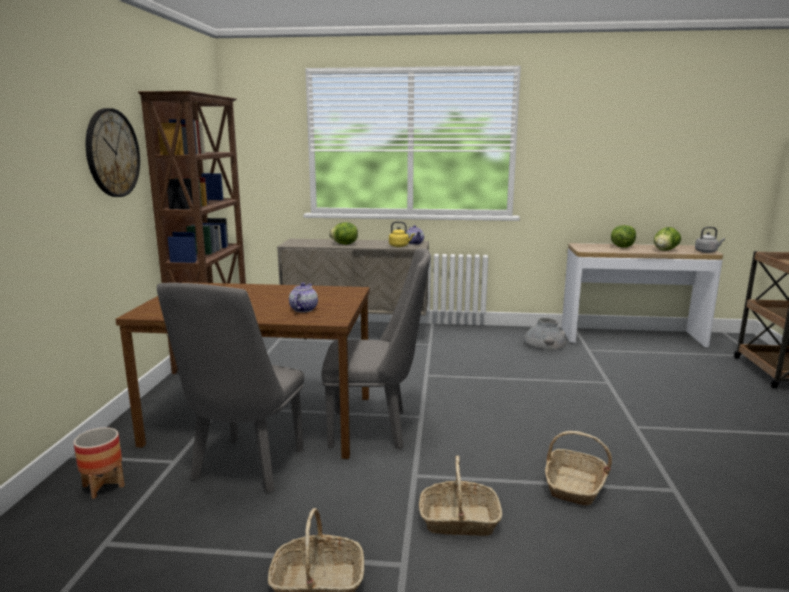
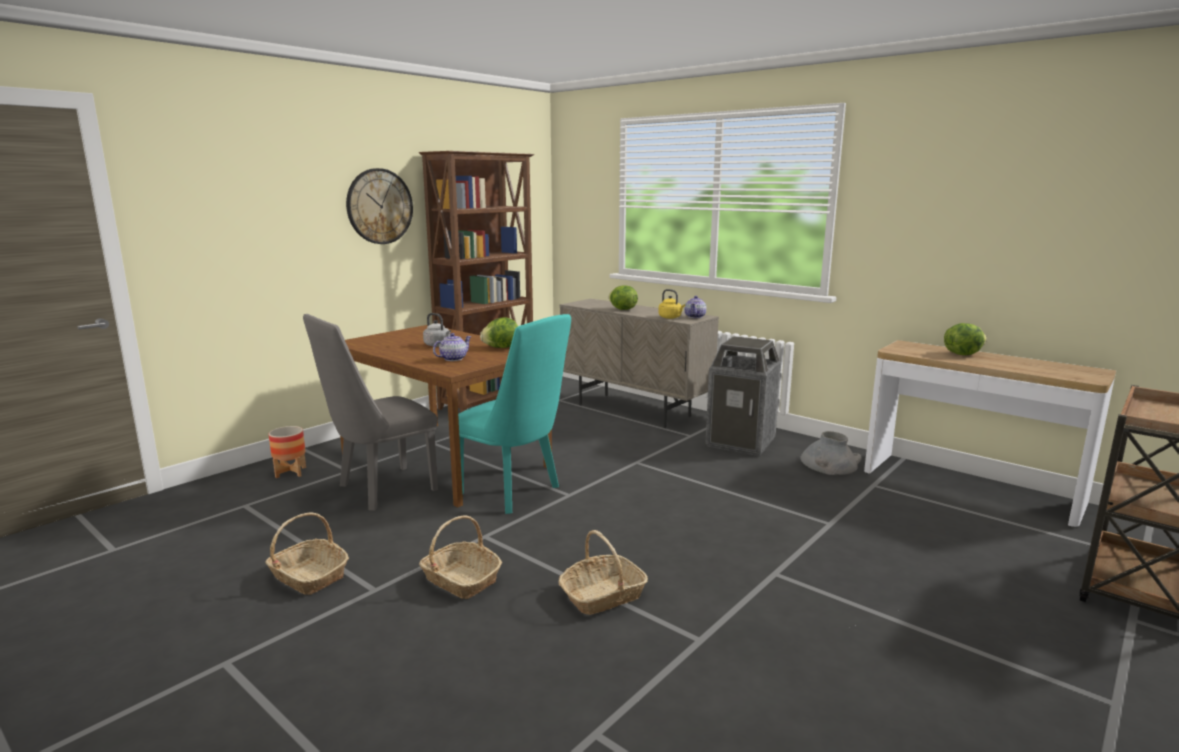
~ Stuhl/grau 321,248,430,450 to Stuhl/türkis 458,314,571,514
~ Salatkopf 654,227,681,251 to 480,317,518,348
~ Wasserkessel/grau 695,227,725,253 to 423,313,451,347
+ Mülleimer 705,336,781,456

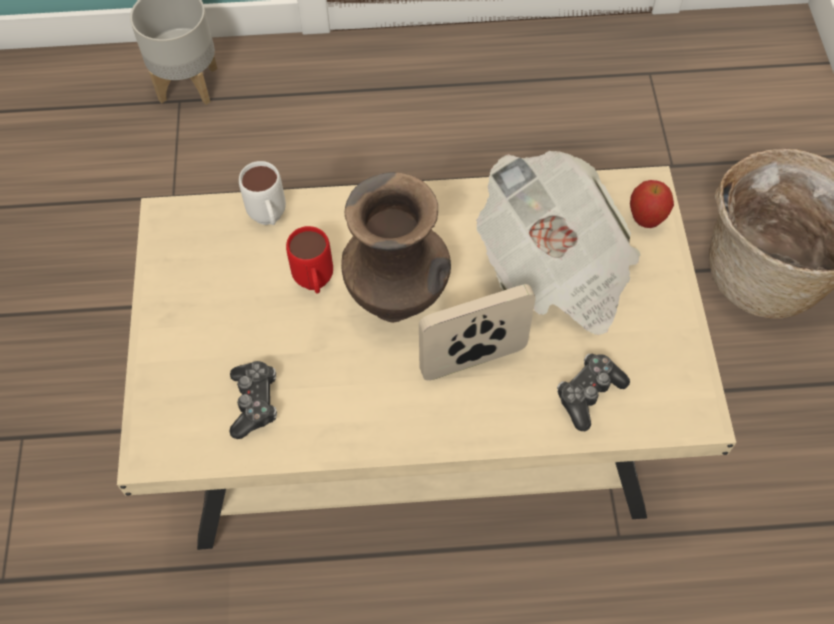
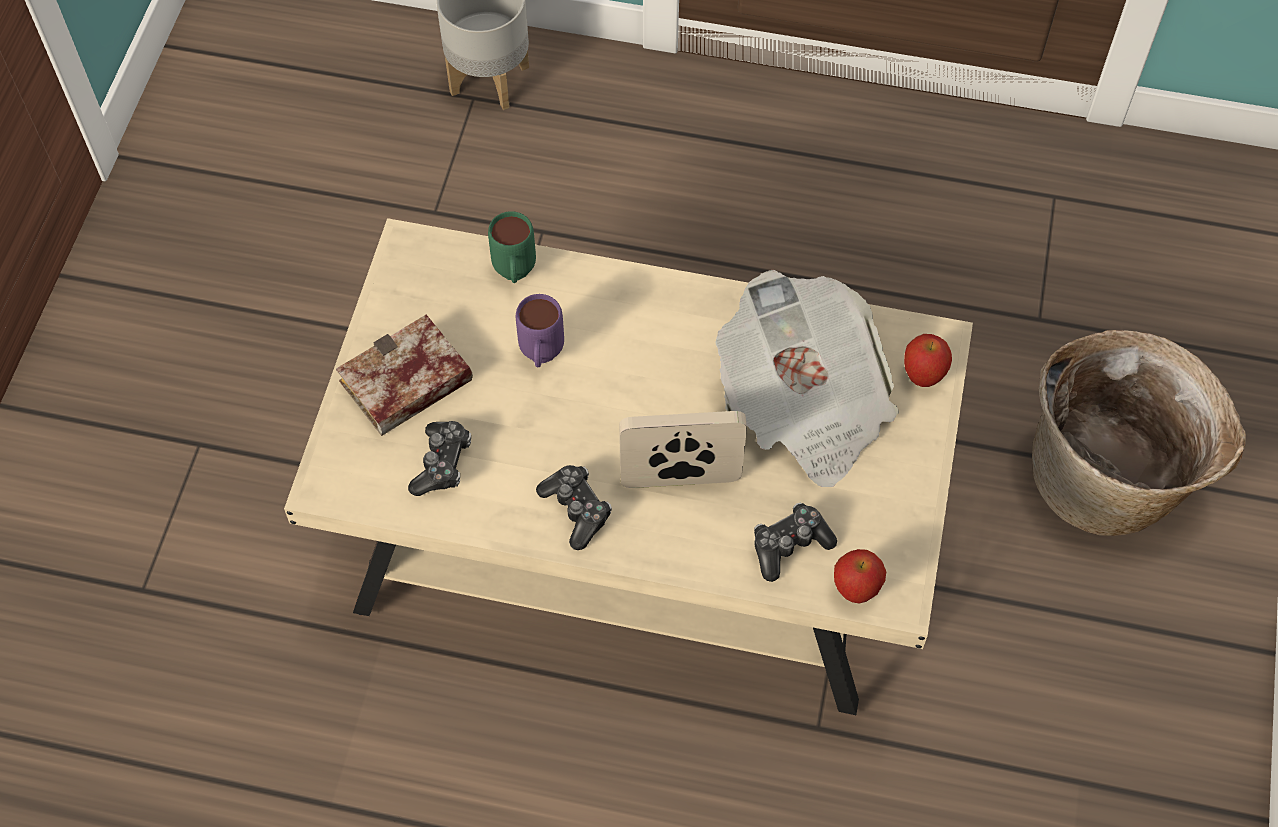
~ Henkelbecher/weiß 239,161,286,225 to Henkelbecher/grün 488,211,536,283
~ Henkelbecher/rot 286,226,333,294 to Henkelbecher/lila 516,294,564,368
- Vase/braun 341,172,451,323
+ Buch 336,315,473,436
+ Gamepad 536,465,612,550
+ Apfel 834,549,886,603

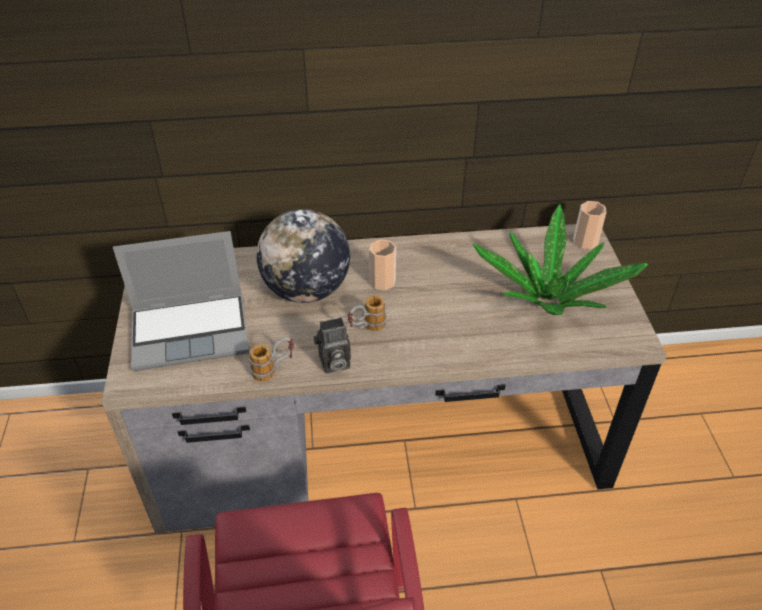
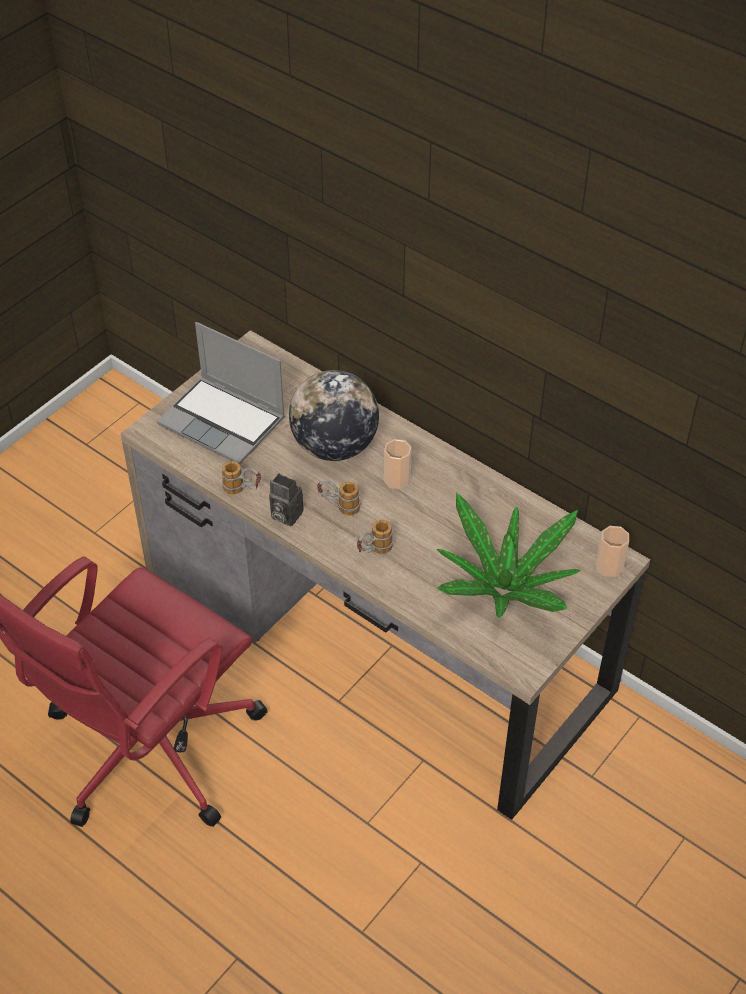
+ Henkelbecher 357,520,393,554

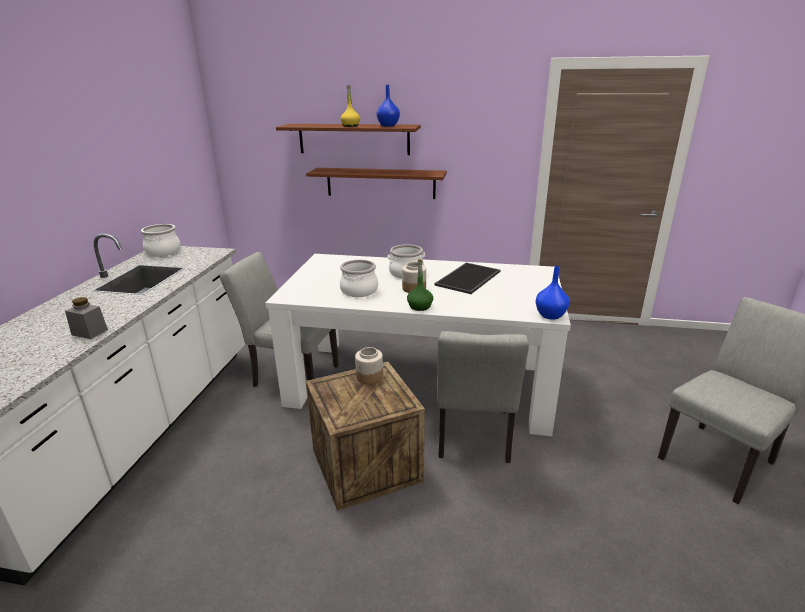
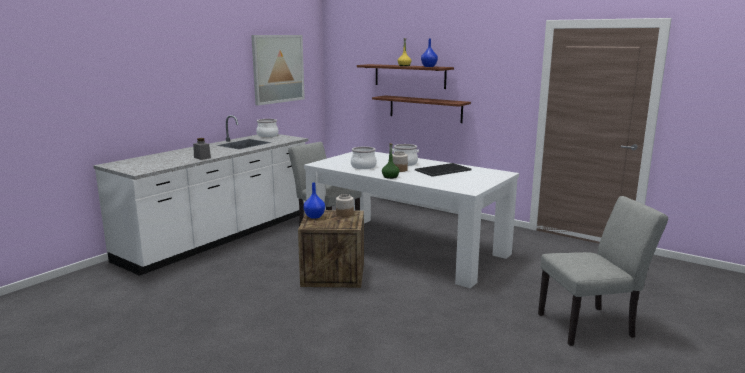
- Stuhl/grau 437,331,529,463
~ Vase/blau 536,266,570,320 to 303,183,325,219
+ Bild 251,35,305,106

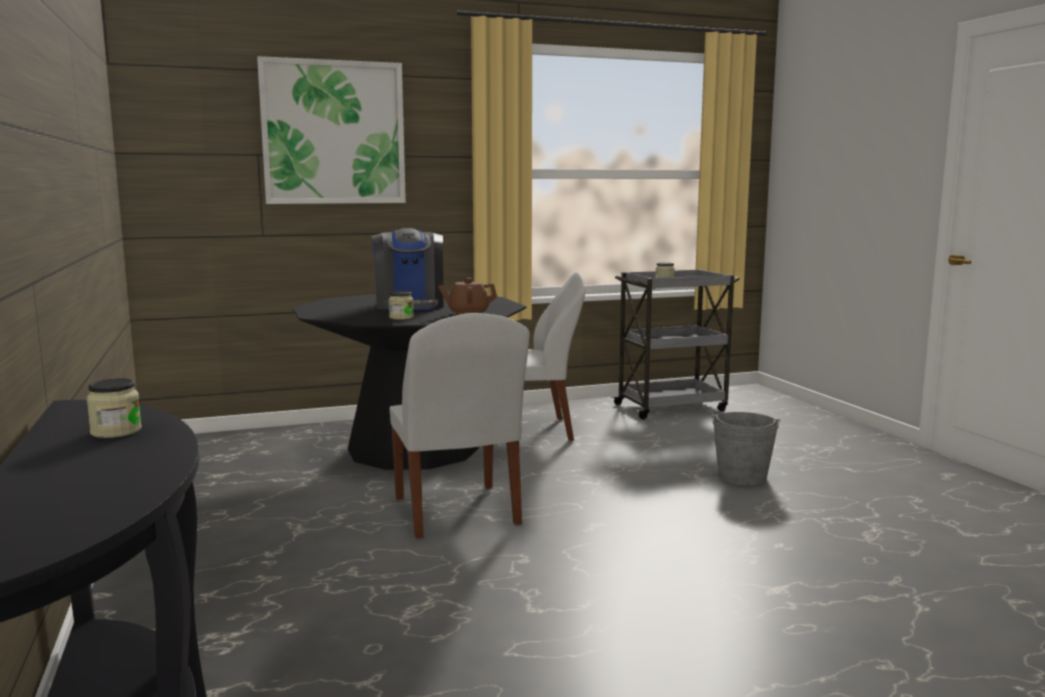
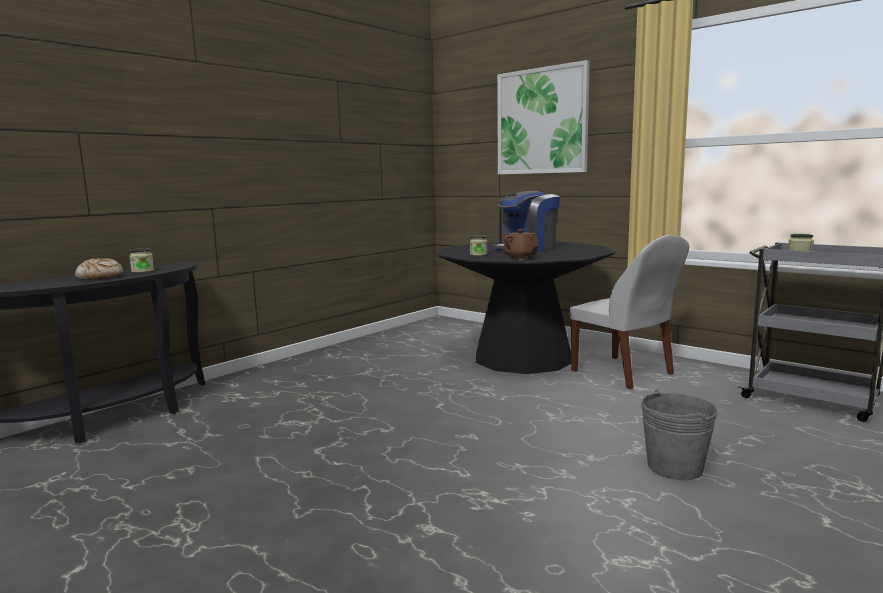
- Stuhl/weiß 389,313,530,539
+ Brot 75,258,123,280

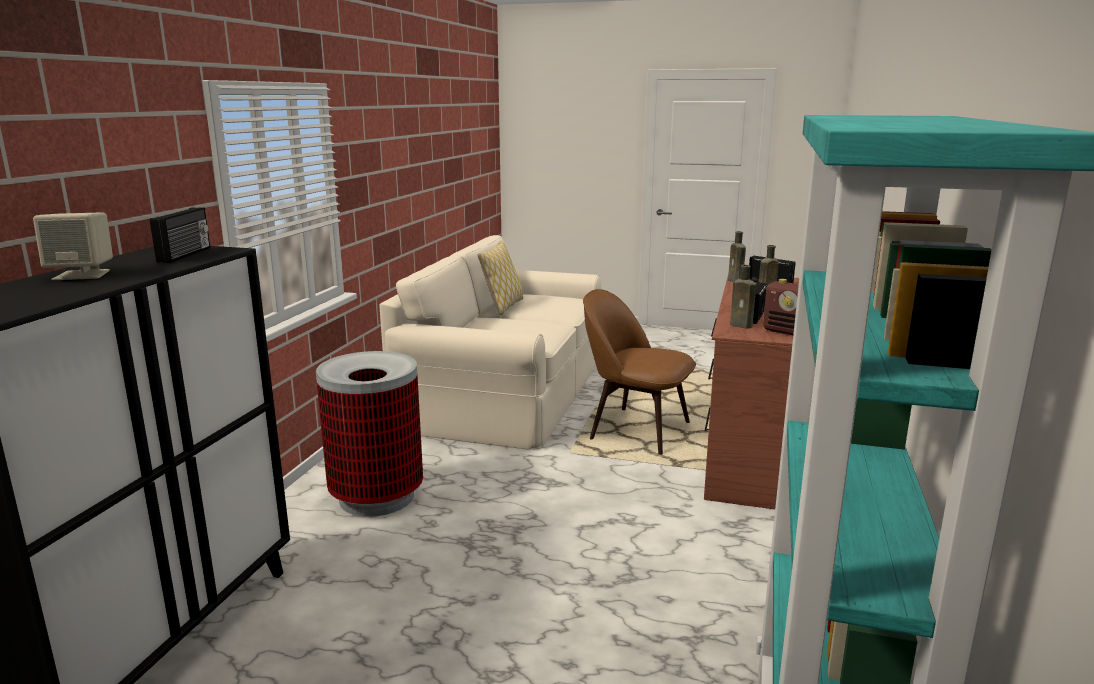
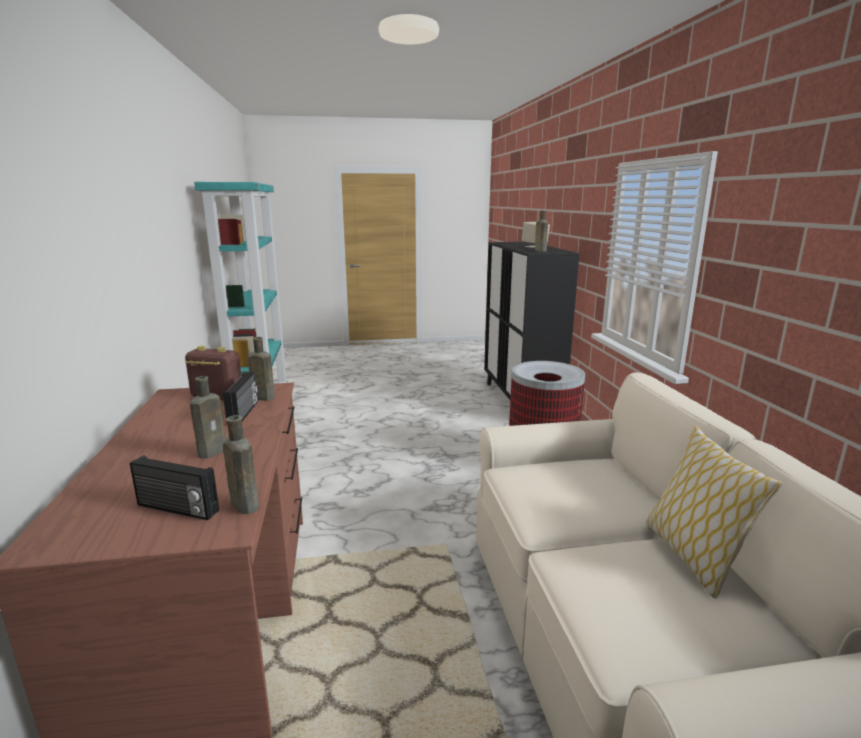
~ Radio 150,207,210,263 to Flasche/braun 535,210,548,252
- Stuhl/braun 583,289,696,455

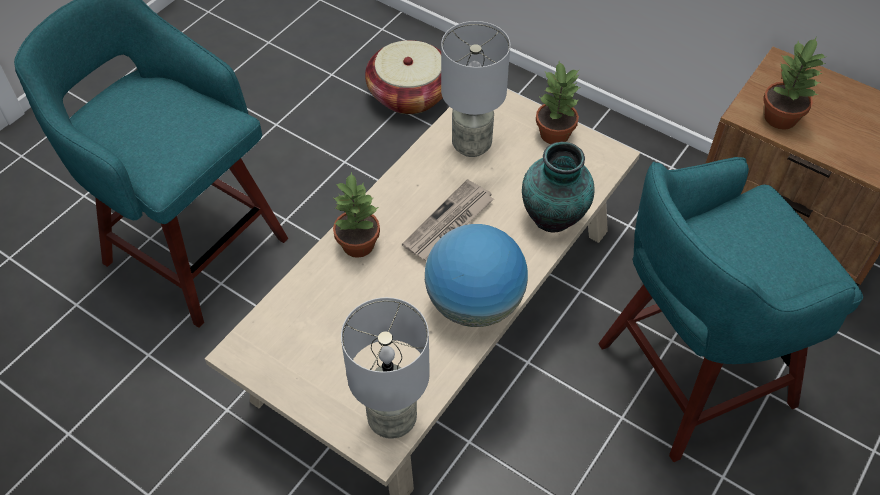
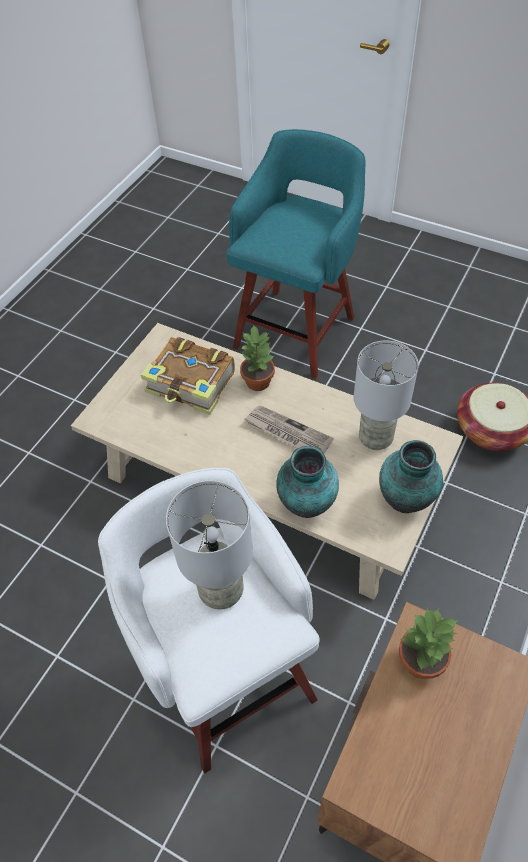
~ Tischlampe/grau 341,297,430,439 to 166,480,253,610
- Globus 425,224,528,327
~ Topfpflanze 536,61,580,144 to Vase 379,440,443,513
~ Hocker/türkis 598,157,863,462 to Hocker/weiß 98,468,320,773
+ Buch 141,337,235,415

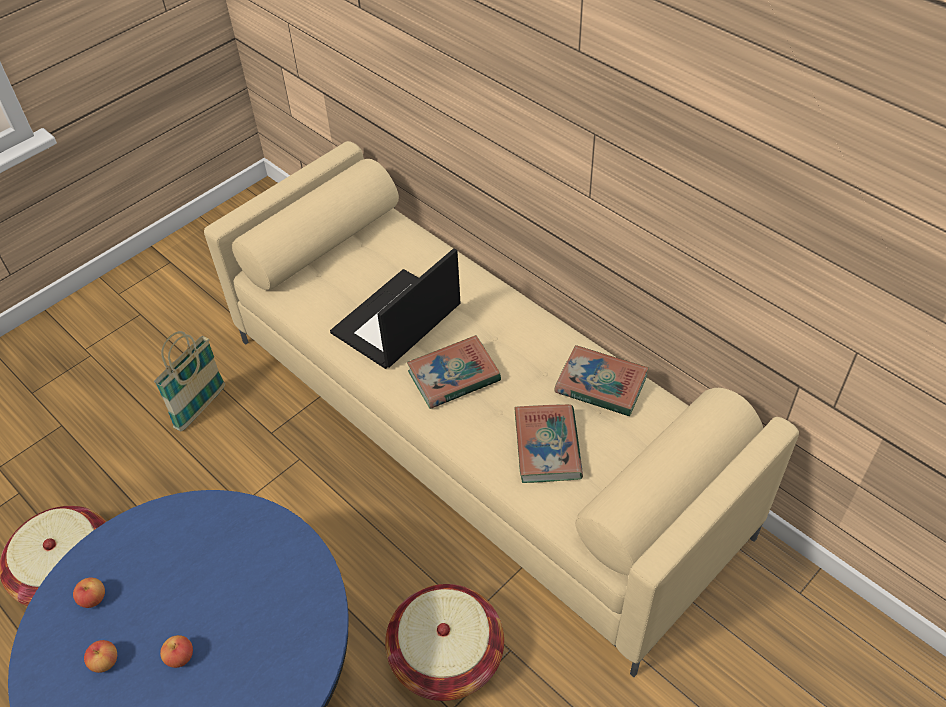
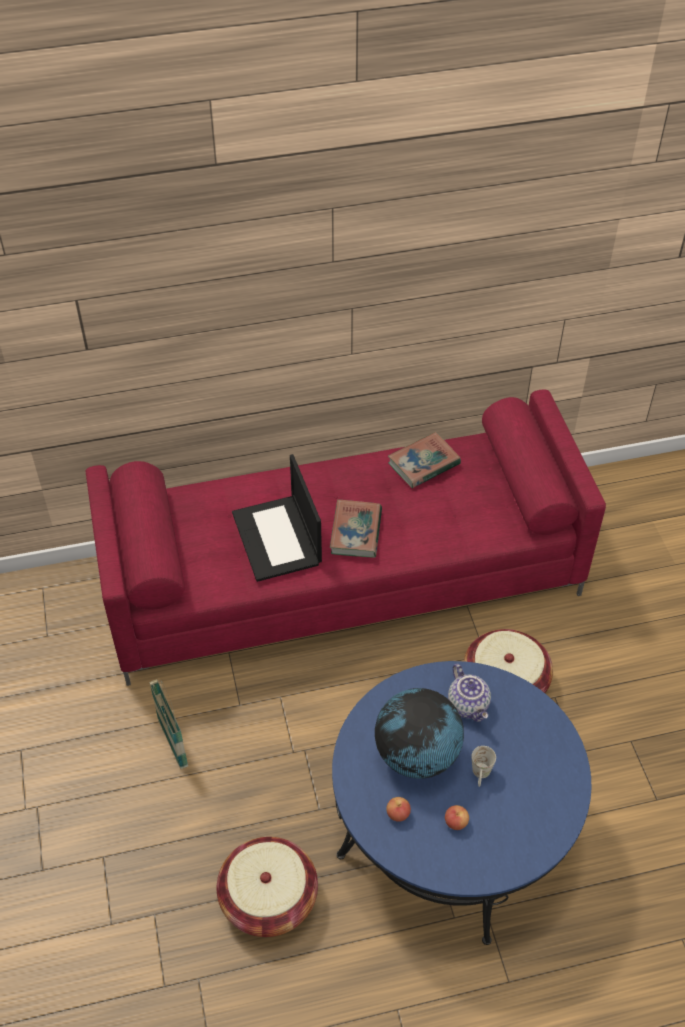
~ Apfel 160,635,193,668 to Henkelbecher/weiß 472,746,496,787
~ Sofa/beige 204,141,799,677 to Sofa/rot 86,389,606,686
- Buch 514,404,583,483
+ Globus 375,688,464,779
+ Teekanne 448,664,491,722

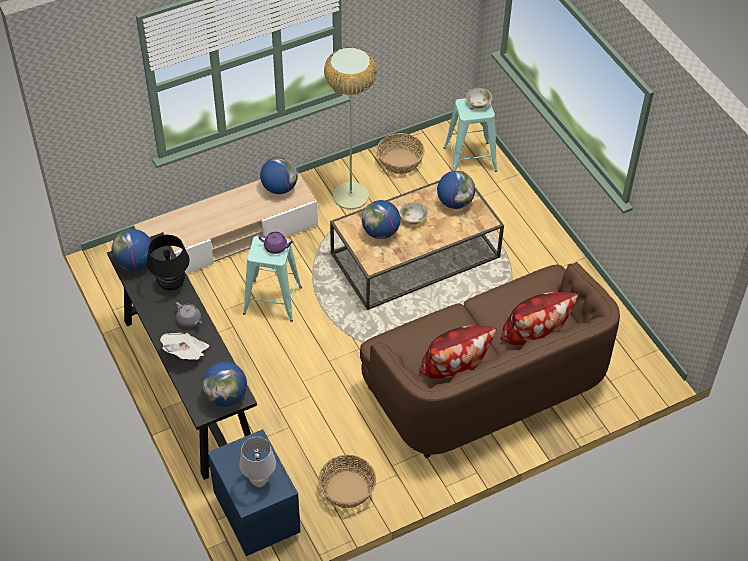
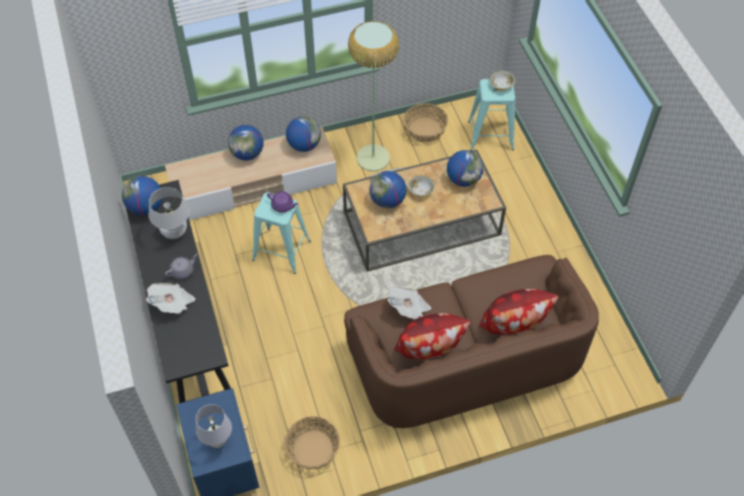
~ Tischlampe/schwarz 147,235,190,291 to Tischlampe/weiß 149,187,190,239
~ Teekanne/grau 175,302,202,328 = 165,254,198,280 90 degrees counterclockwise
~ Globus 202,362,247,407 to 228,125,263,160
+ Zeitung 387,286,431,320

